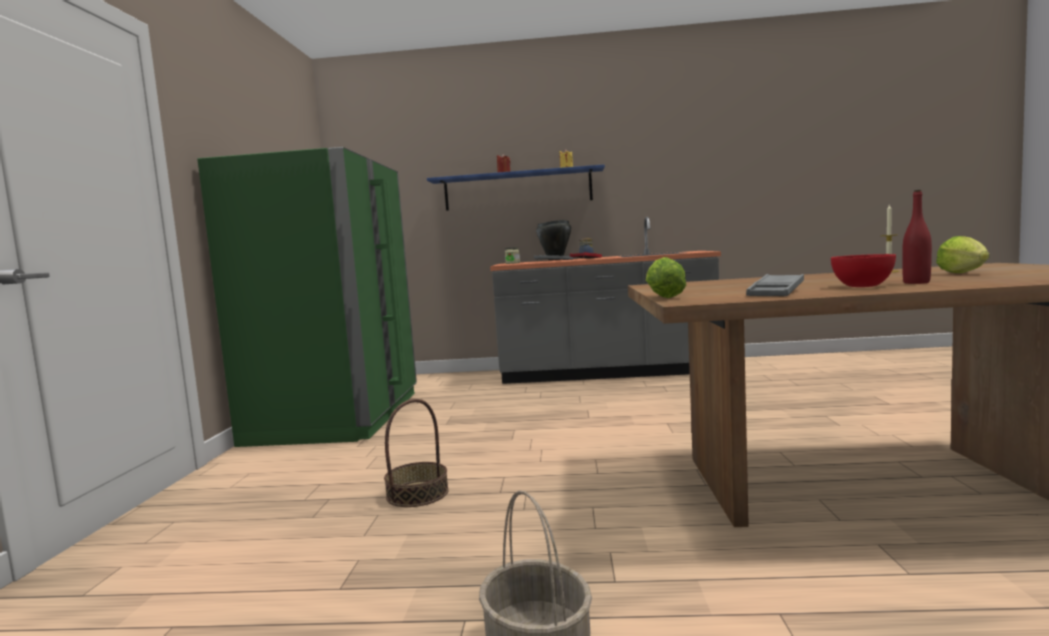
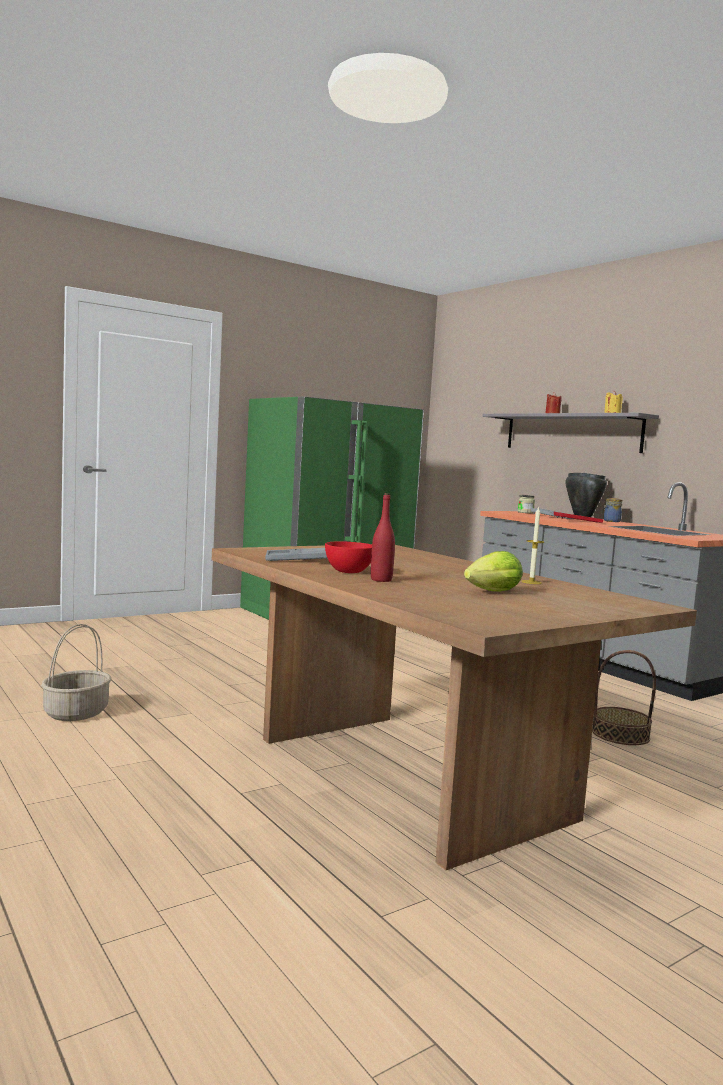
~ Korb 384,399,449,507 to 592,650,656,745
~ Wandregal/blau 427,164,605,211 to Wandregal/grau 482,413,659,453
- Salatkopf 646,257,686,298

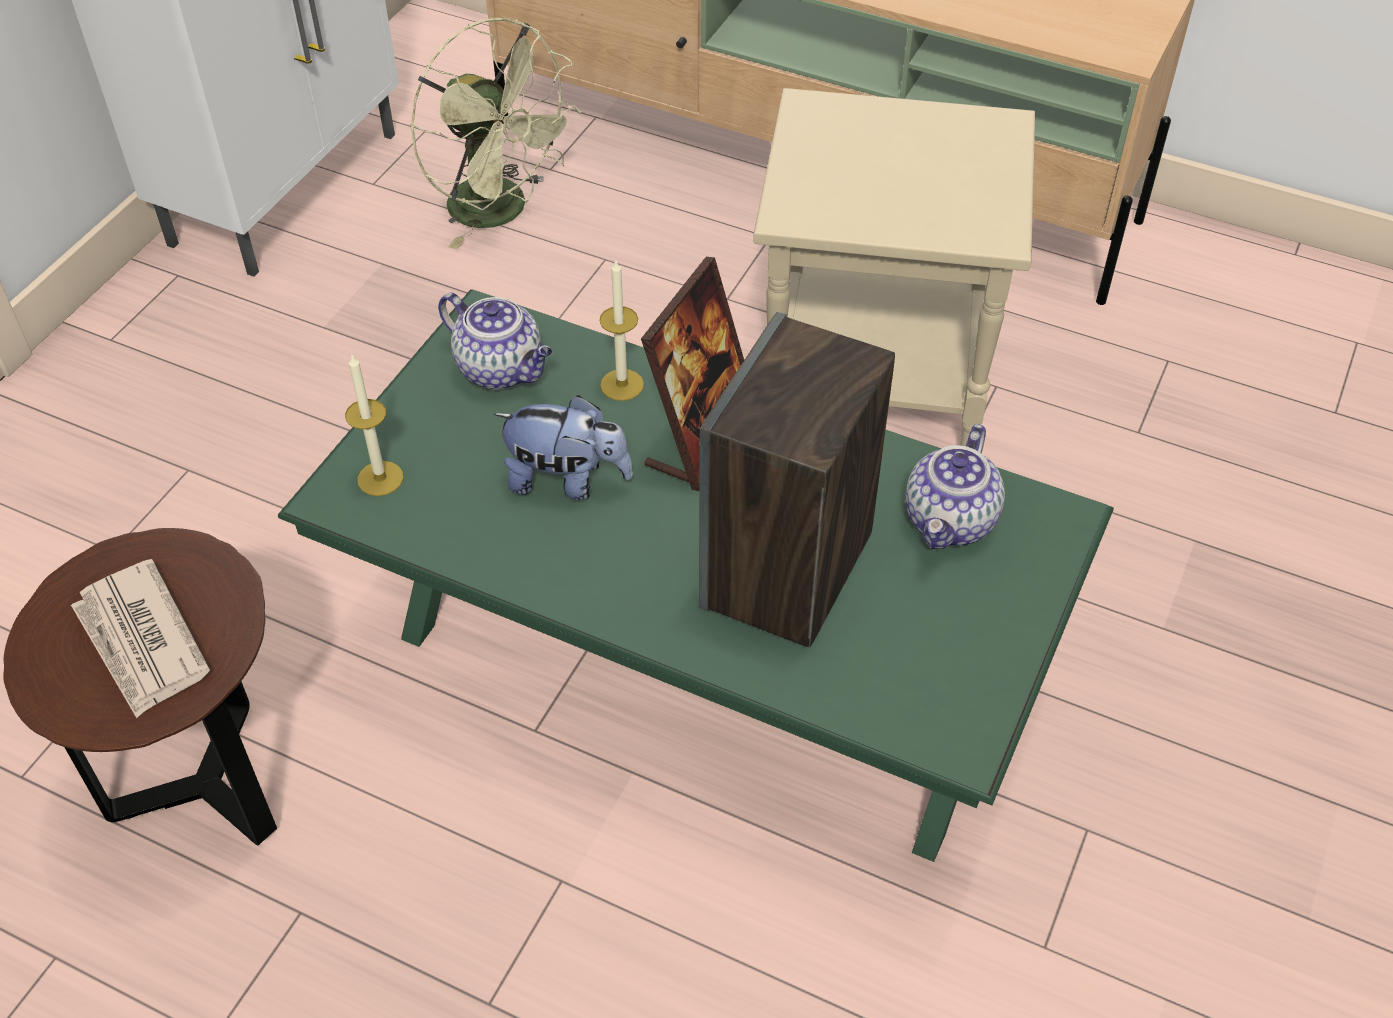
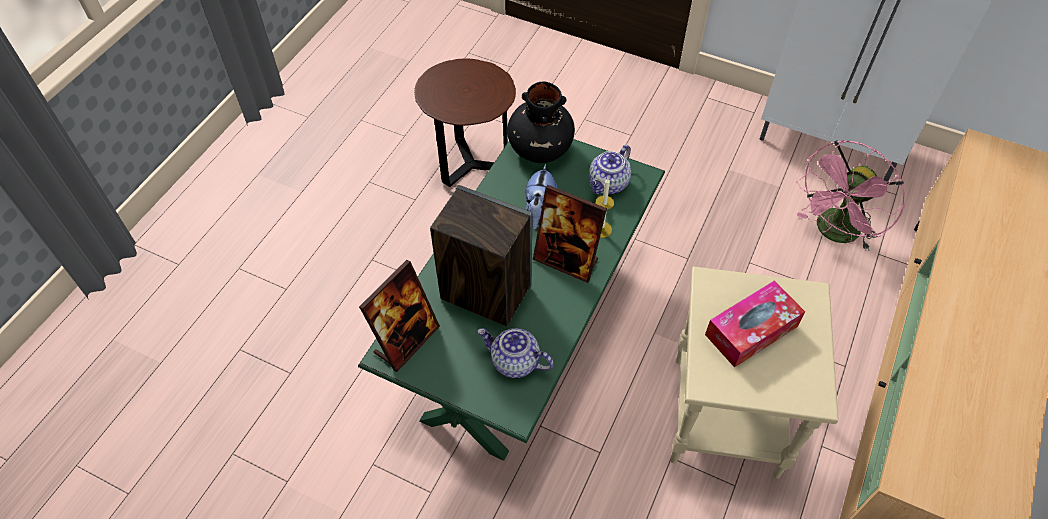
- Zeitung 71,559,210,718
~ Kerze 345,355,404,496 to Vase/schwarz 507,82,575,163
~ Ventilator/grün 410,18,581,249 to Ventilator/rosa 797,140,905,251
+ Bilderrahmen 359,260,440,372
+ Taschentuchbox 705,281,805,368

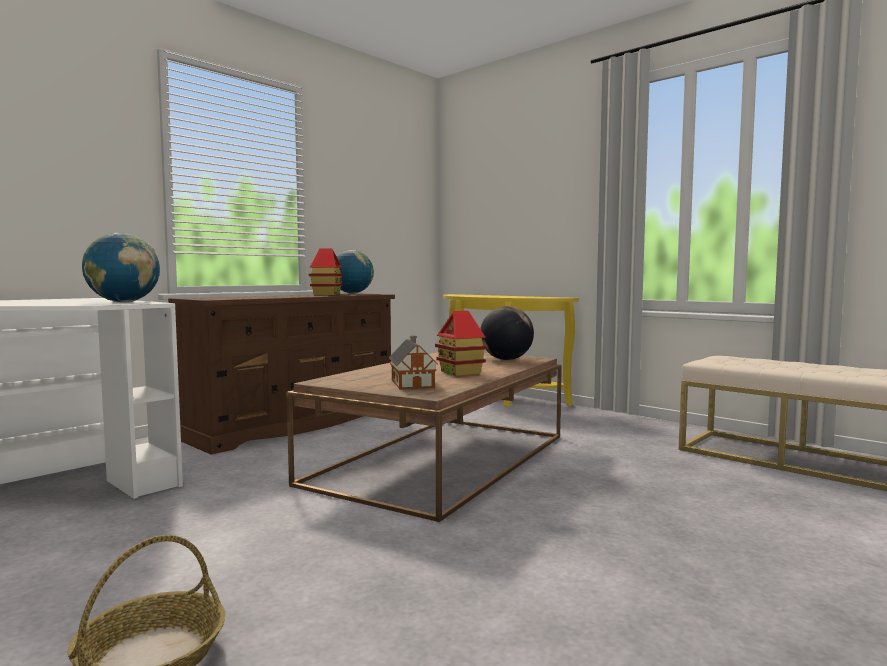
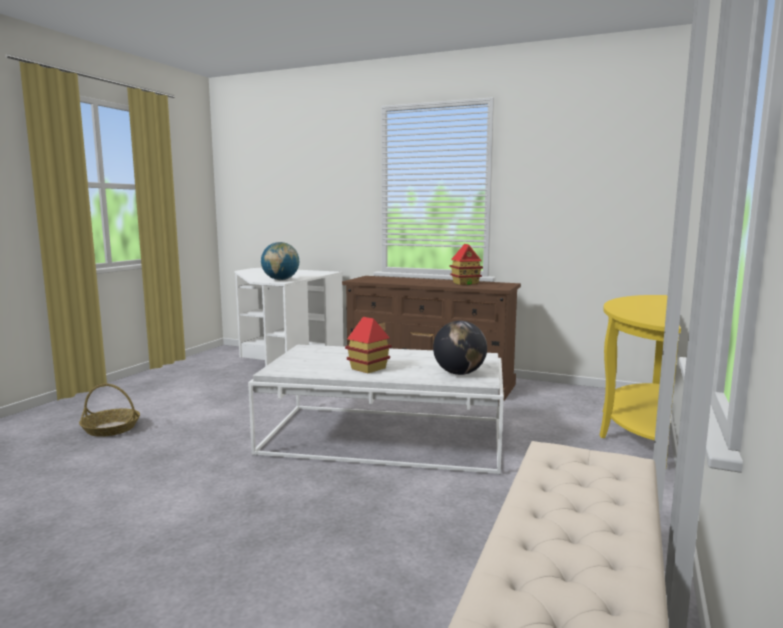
~ Couchtisch/braun 287,352,562,523 to Couchtisch/weiß 248,345,504,475
- Globus 337,250,374,294
- Spielzeughaus 389,336,438,389

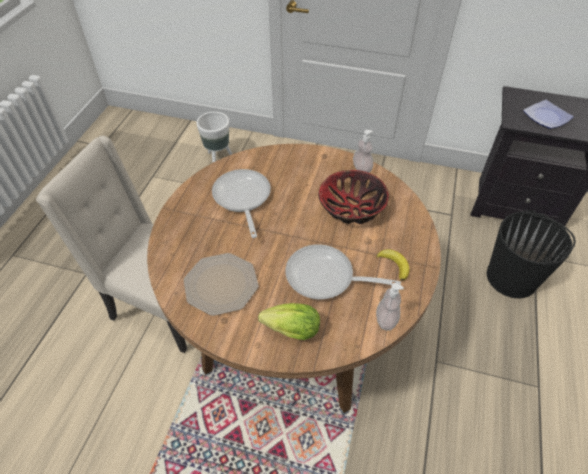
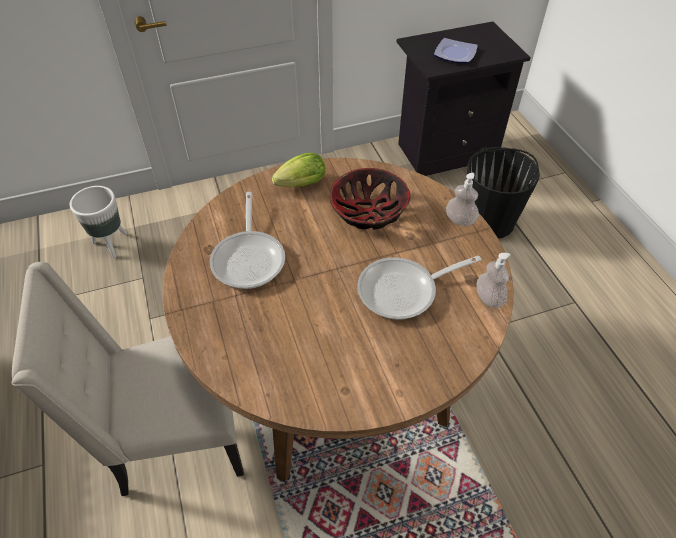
- Teller 184,253,259,316
~ Pfanne 212,169,271,238 = 210,192,285,289 135 degrees counterclockwise
~ Salatkopf 258,303,320,340 to 272,152,326,187
~ Seifenspender 353,130,373,173 to 446,173,479,226
- Banane 376,249,410,280

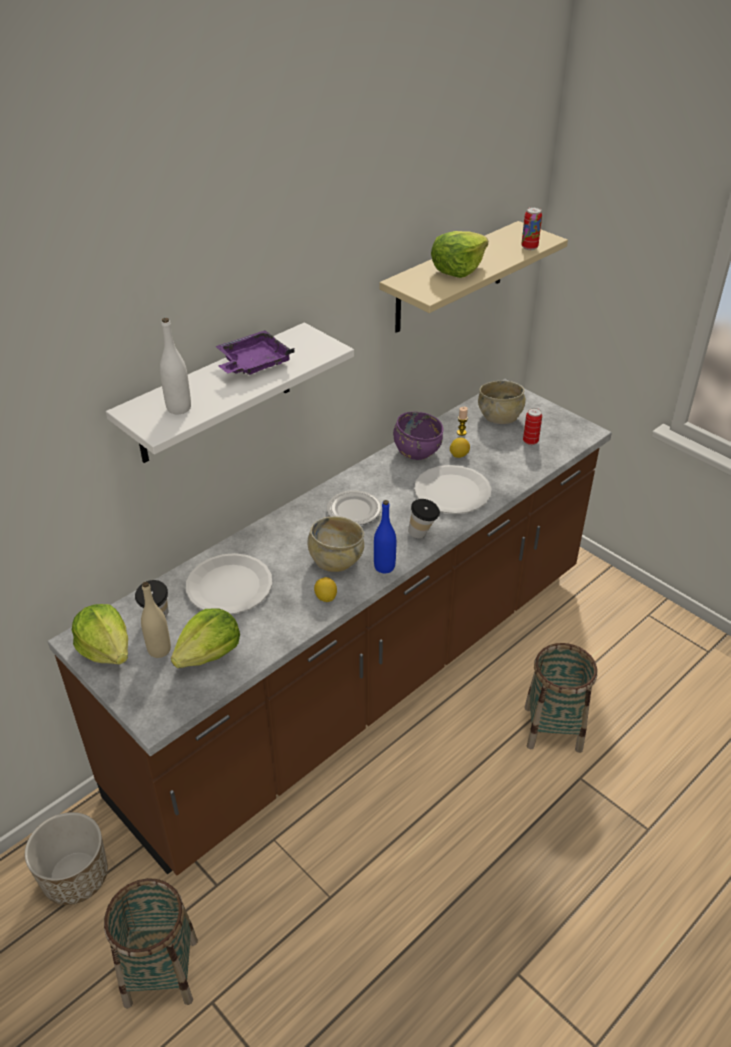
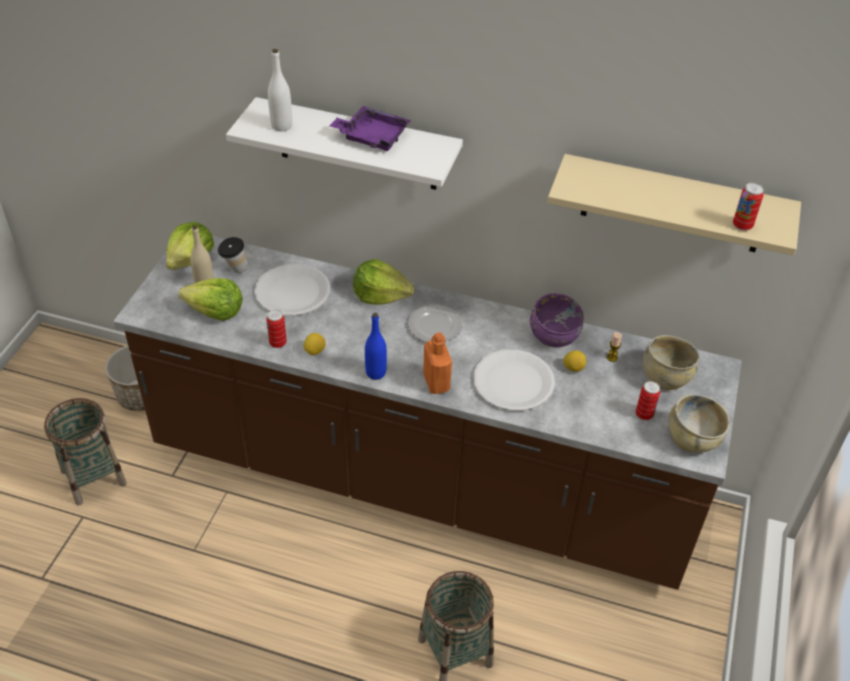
~ Schüssel/beige 307,516,364,572 to 668,394,730,452
~ Tasse 408,499,440,539 to Flasche/orange 423,332,452,394
~ Salatkopf 431,231,488,278 to 353,259,414,305
+ Dose 266,310,287,348

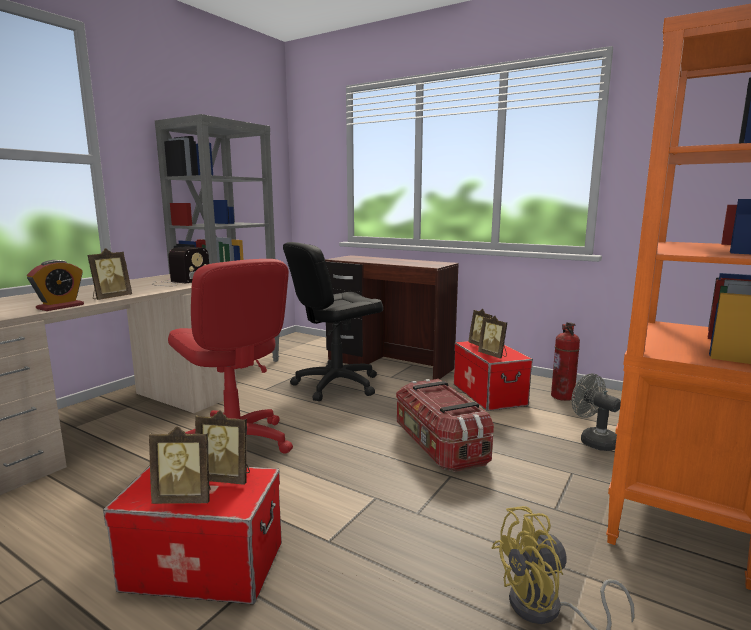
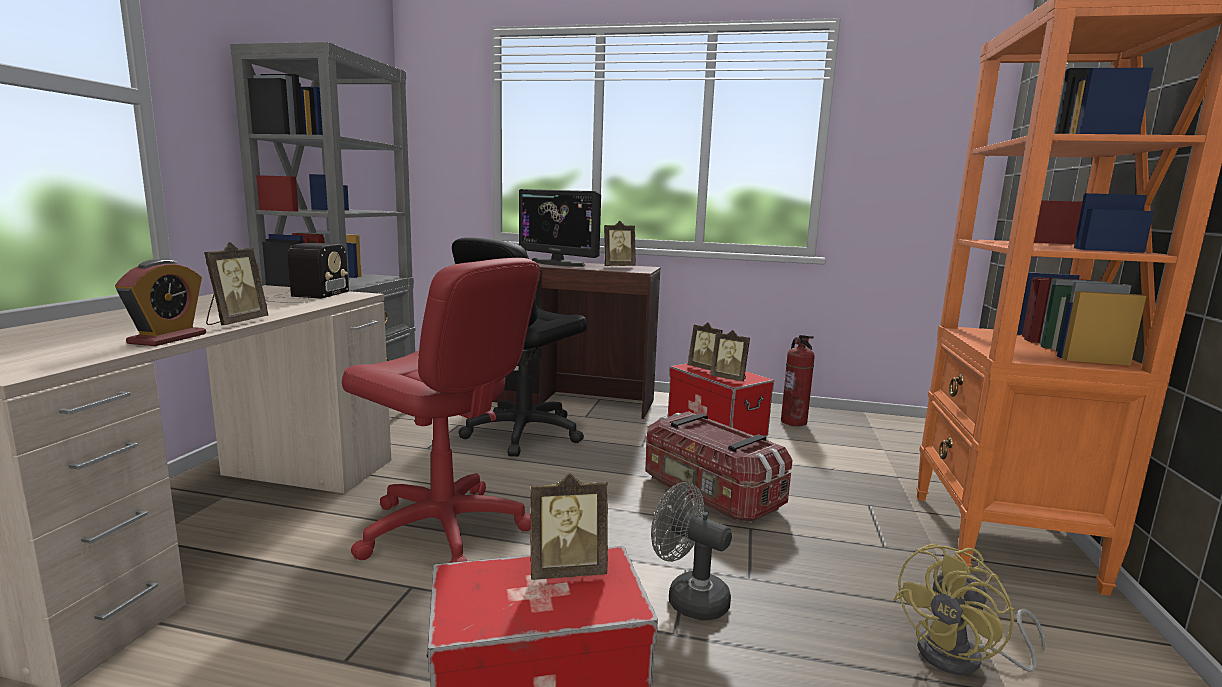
~ Bilderrahmen 149,426,211,504 to 604,221,636,266
~ Ventilator/grau 571,373,621,451 to 651,482,732,621
+ Monitor 519,189,601,267

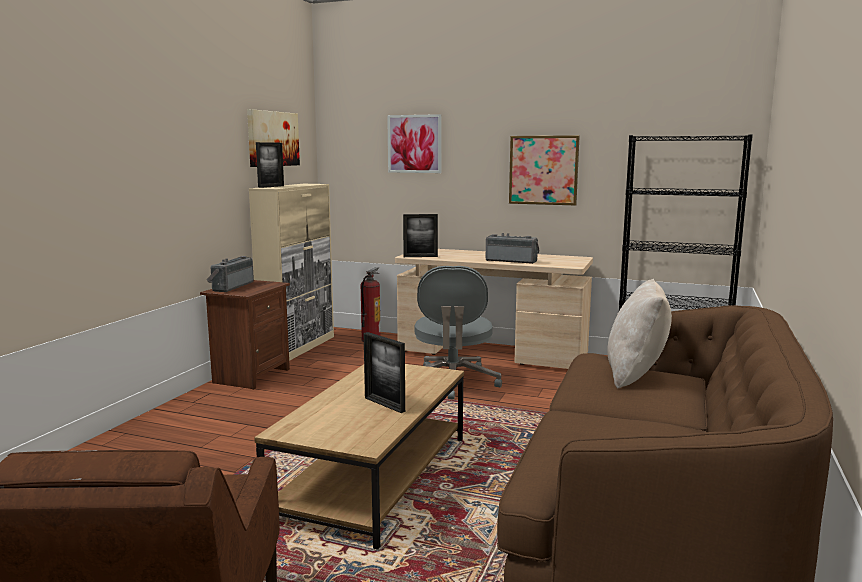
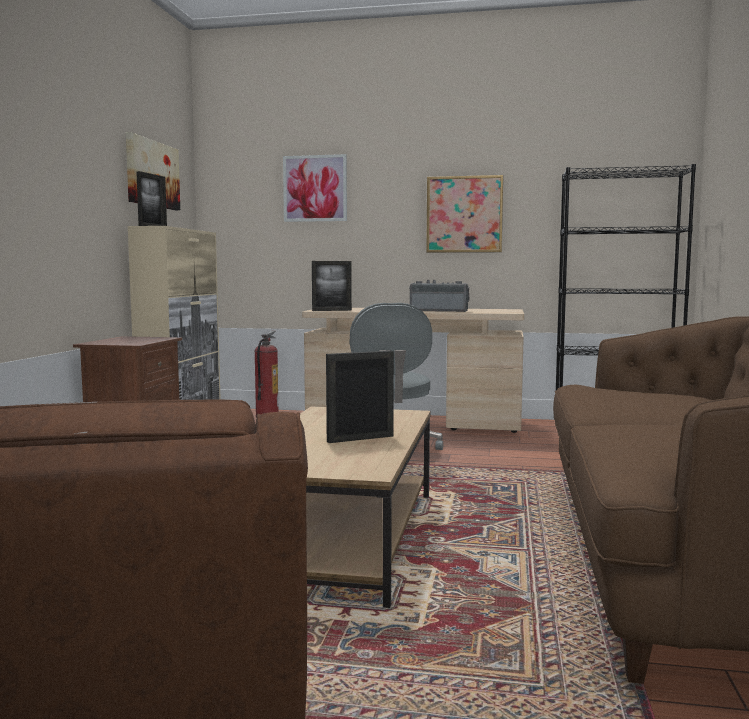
- Radio 207,256,254,292
~ Bilderrahmen 364,332,405,413 = 326,351,394,443 120 degrees clockwise
- Kissen/beige 607,279,672,389

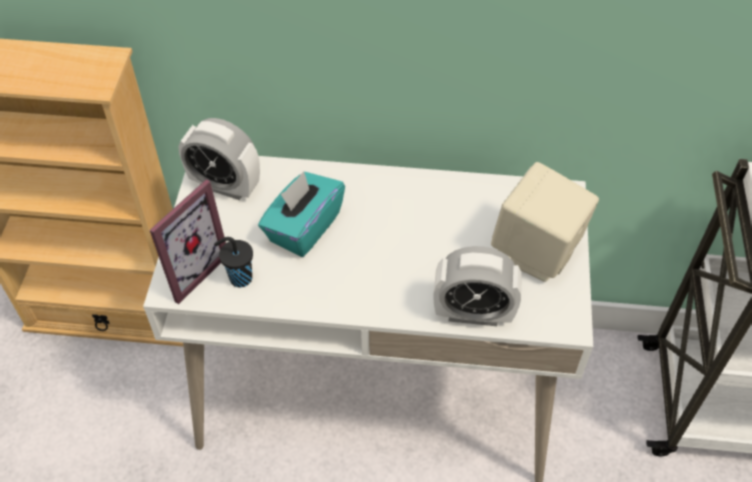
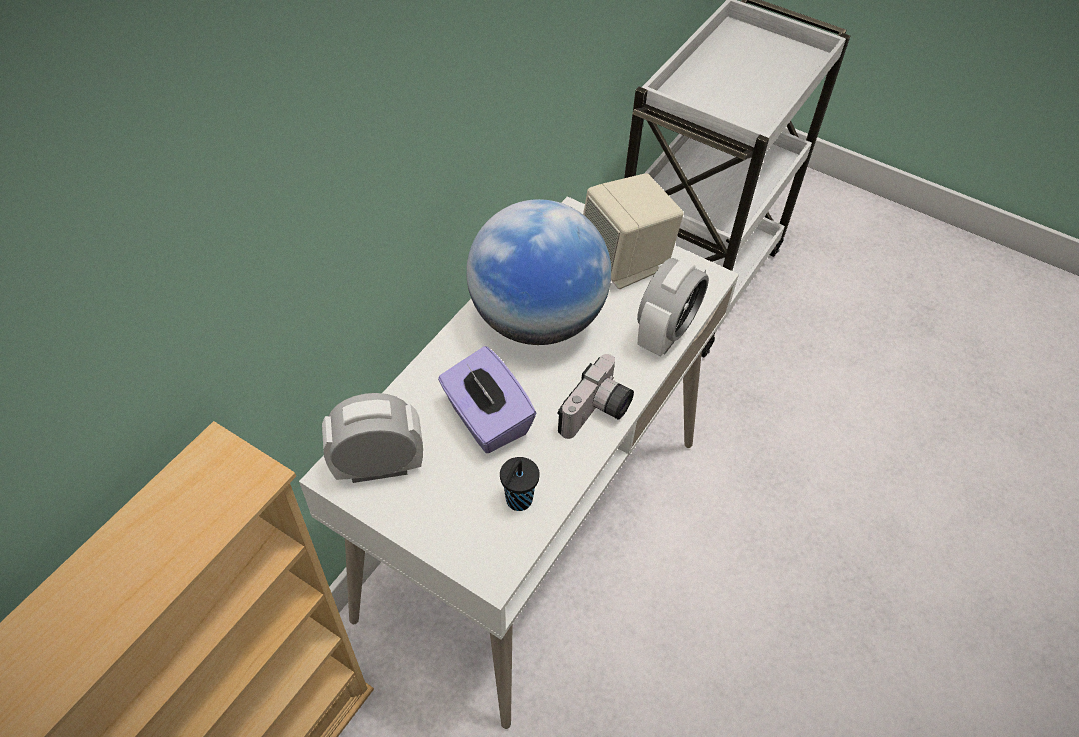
- Bilderrahmen 150,179,226,304
~ Wecker 179,118,260,200 = 322,393,423,483 150 degrees counterclockwise
~ Taschentuchbox/türkis 258,171,345,257 to Taschentuchbox/lila 438,346,537,453
+ Globus 466,199,611,345
+ Kamera 558,354,634,439

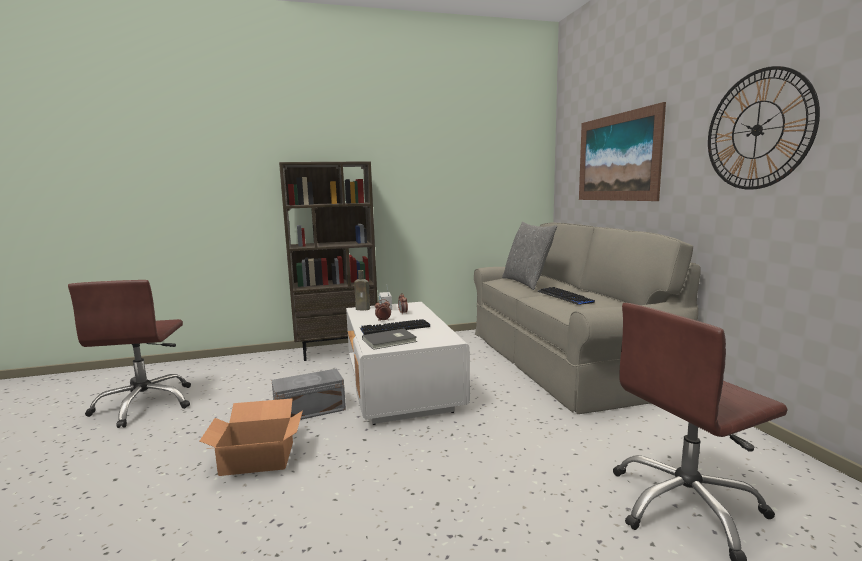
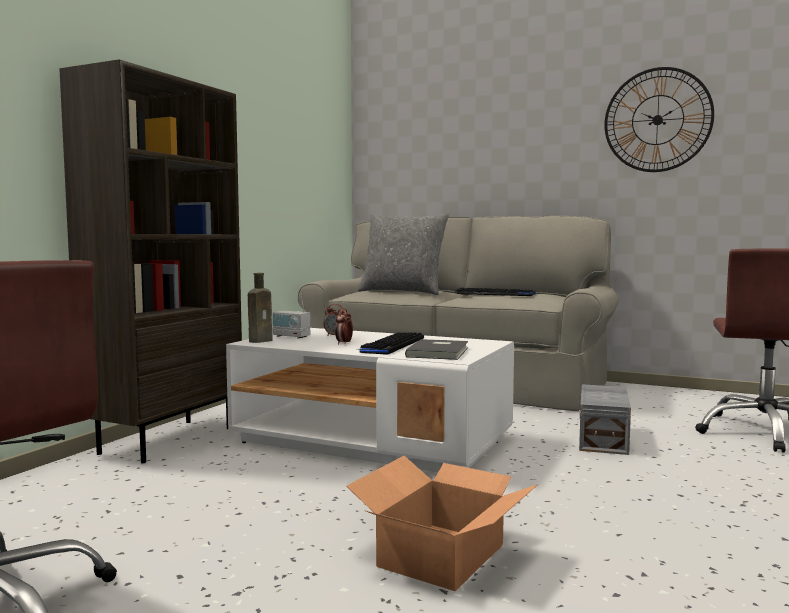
~ Aufbewahrungsbox/grau 272,368,346,420 to 579,384,631,455
- Bild 579,102,666,201

